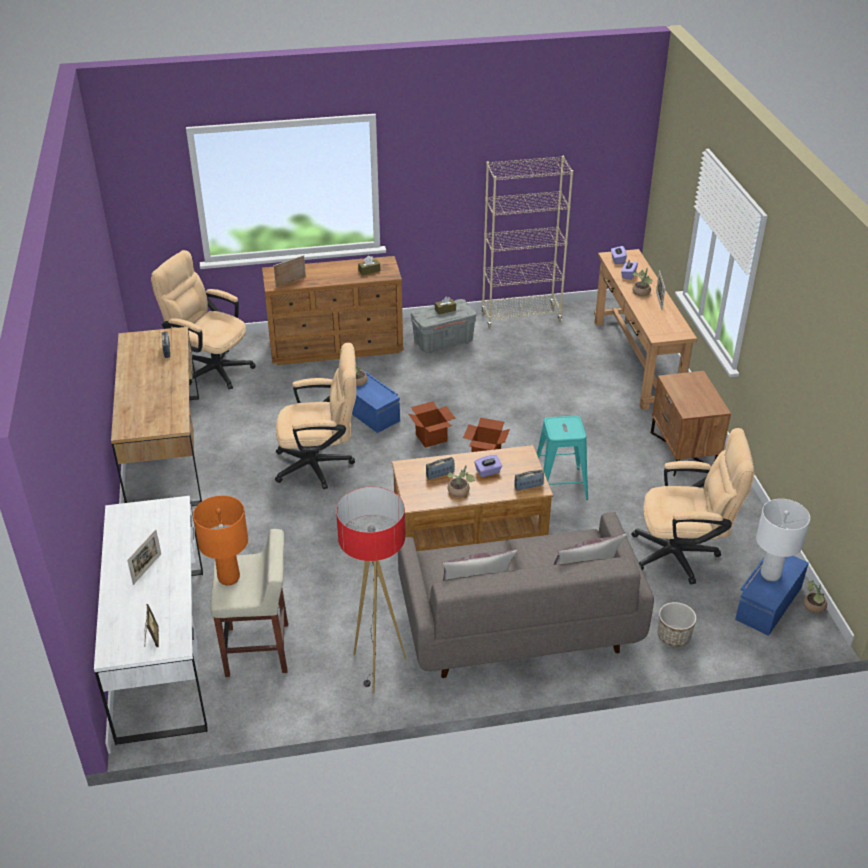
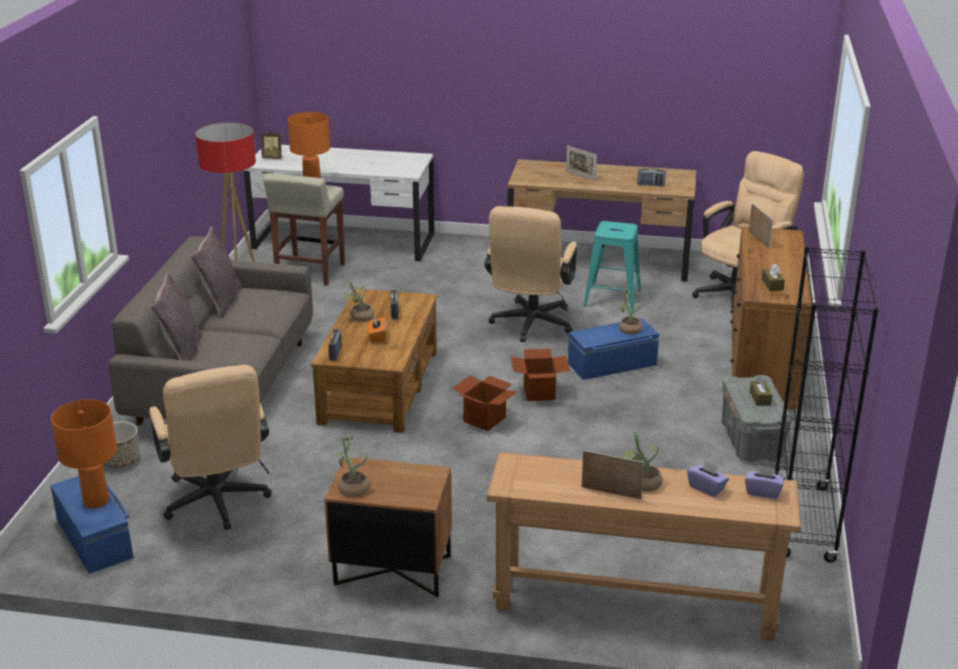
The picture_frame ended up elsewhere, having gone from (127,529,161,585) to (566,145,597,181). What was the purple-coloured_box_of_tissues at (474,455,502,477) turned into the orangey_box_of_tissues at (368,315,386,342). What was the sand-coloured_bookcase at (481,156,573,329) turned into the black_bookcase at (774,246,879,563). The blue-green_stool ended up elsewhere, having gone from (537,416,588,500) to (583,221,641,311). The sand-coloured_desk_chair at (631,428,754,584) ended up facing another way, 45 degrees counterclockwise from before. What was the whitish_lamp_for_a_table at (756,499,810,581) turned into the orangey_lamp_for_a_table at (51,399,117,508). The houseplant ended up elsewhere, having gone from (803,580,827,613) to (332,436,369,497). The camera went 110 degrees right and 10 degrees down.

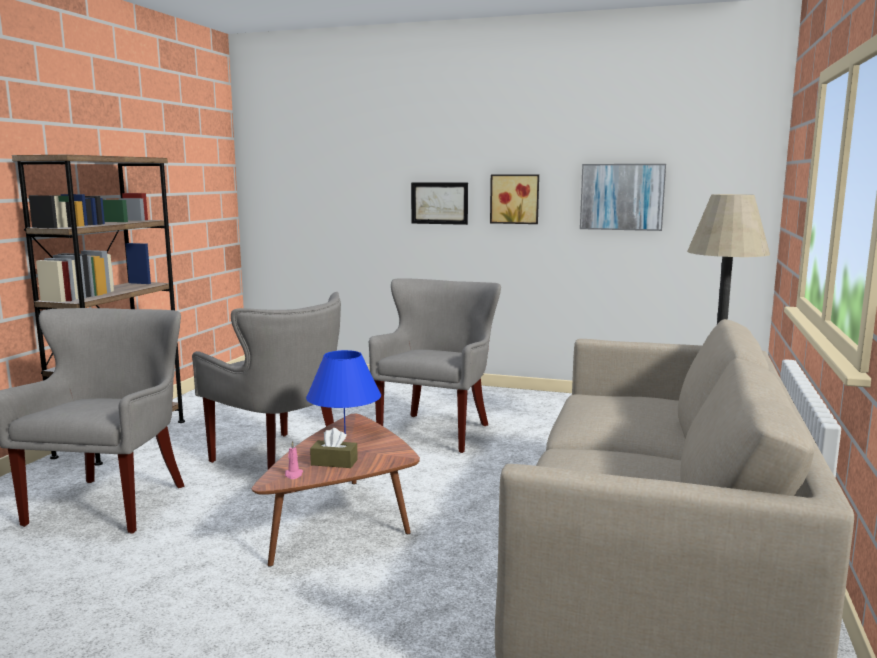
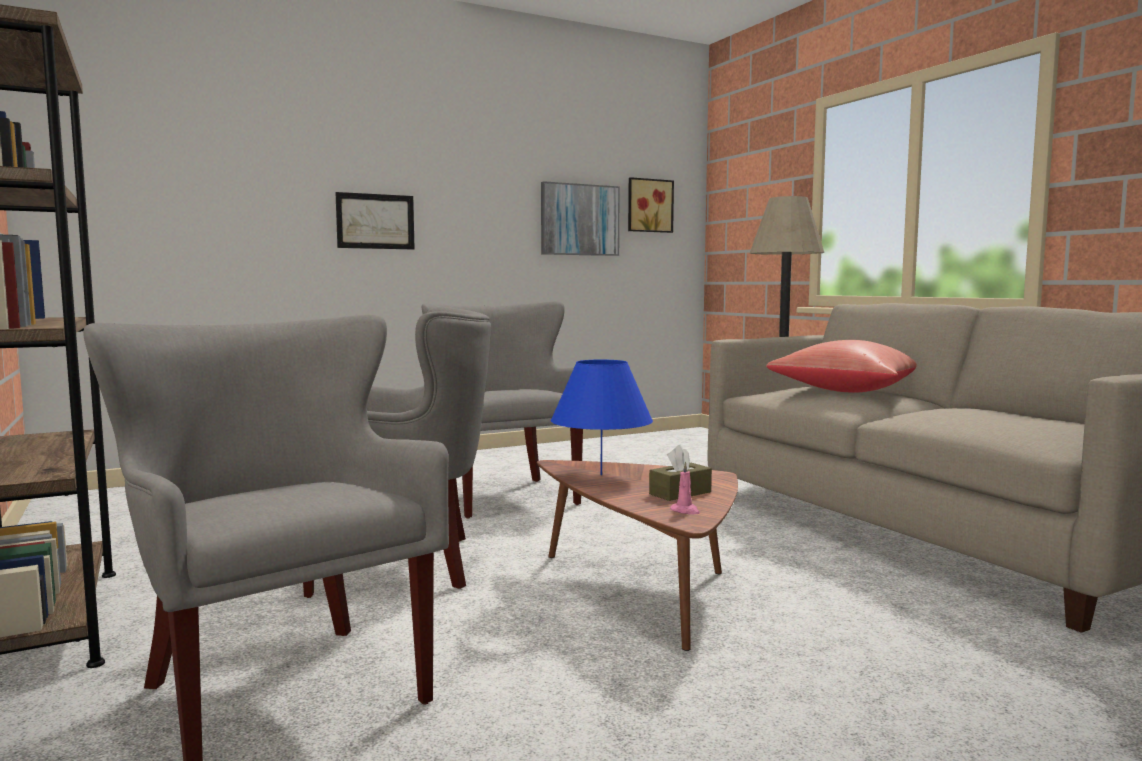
The wall_art ended up elsewhere, having gone from (490,175,539,224) to (628,177,674,233). The second view gained the reddish_pillow at (766,340,917,393). The camera went 45 degrees left and 5 degrees down.

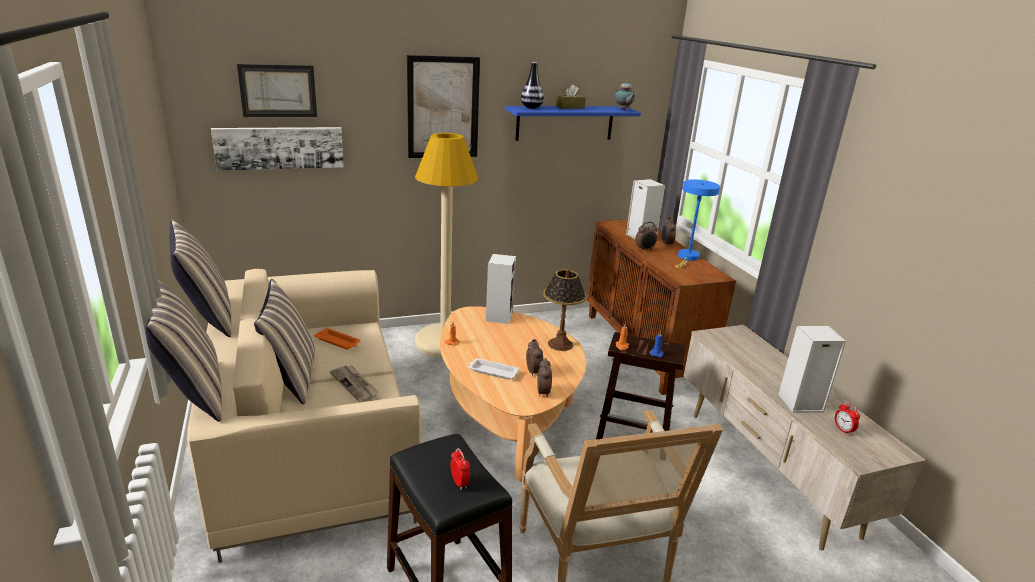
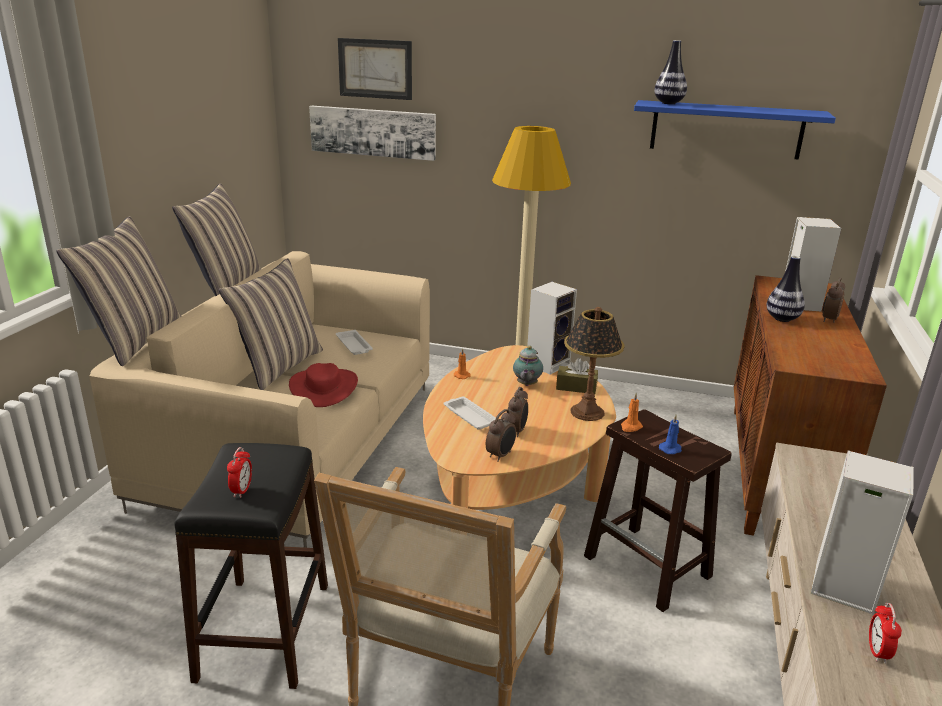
What was the orangey_carrying_tray at (314,328,361,350) turned into the whitish_carrying_tray at (336,330,373,355). Where the newspaper stood at (330,365,379,403), the reddish_clothing_hat came to stand at (289,363,358,407). The second view lost the wall_art at (407,55,480,158). The brown_box_of_tissues ended up elsewhere, having gone from (556,84,586,109) to (556,358,598,394). The teapot ended up elsewhere, having gone from (615,80,636,110) to (513,346,543,386). Where the table_clock stood at (635,222,658,251), the vase came to stand at (767,256,805,322). The second view lost the blue_lamp_for_a_table at (675,179,720,268). The camera went 35 degrees right and 0 degrees up.

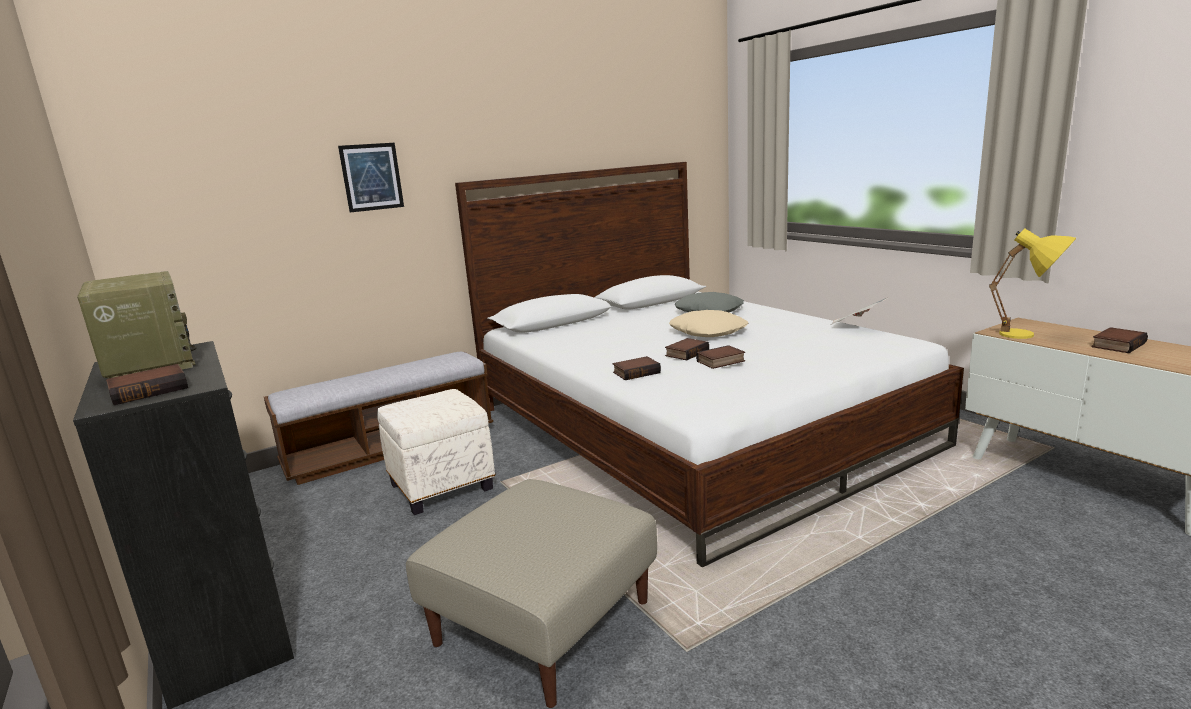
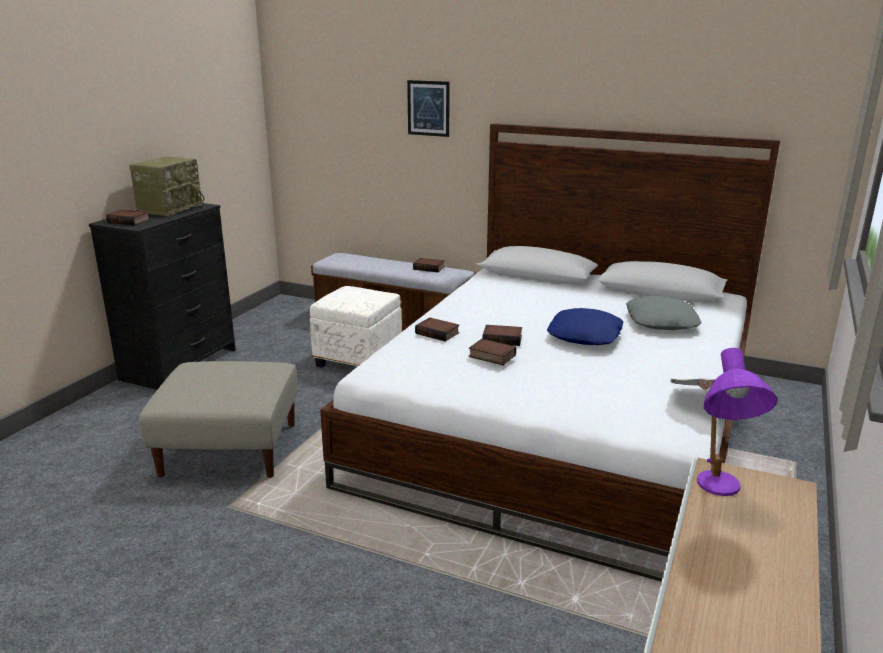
What was the sand-coloured_pillow at (669,310,749,337) turned into the blue_pillow at (547,308,624,345). What was the yellow-coloured_lamp_for_a_table at (989,228,1076,339) turned into the purple-coloured_lamp_for_a_table at (697,348,778,496). The bound_book ended up elsewhere, having gone from (1091,327,1148,353) to (413,258,445,272). The camera went 55 degrees right and 5 degrees up.

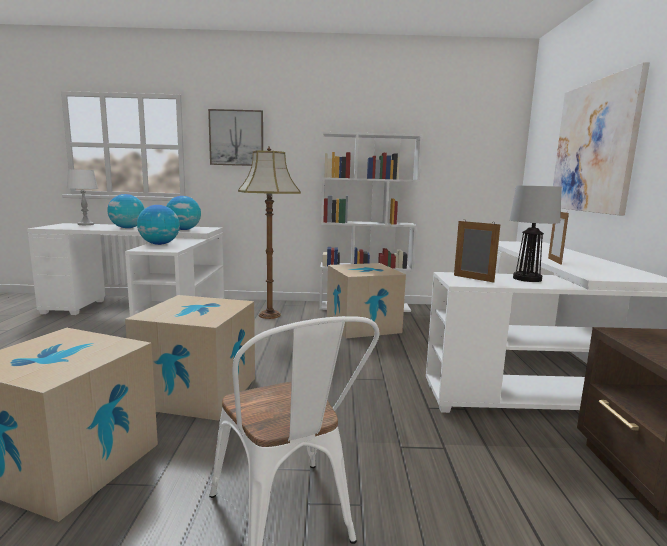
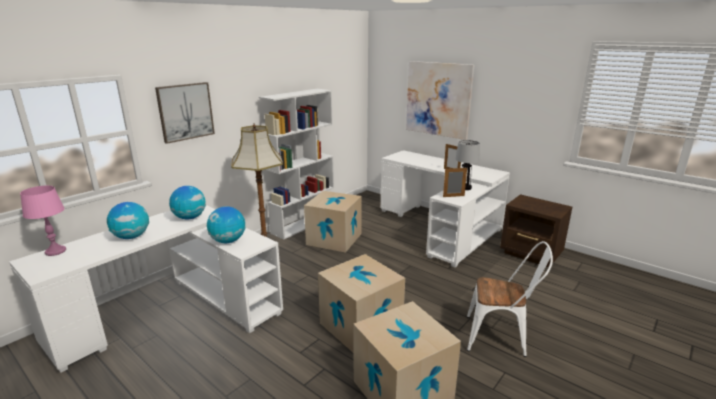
What was the whitish_lamp_for_a_table at (67,169,98,225) turned into the pinkish_lamp_for_a_table at (20,185,66,256). The camera went 50 degrees left and 10 degrees up.

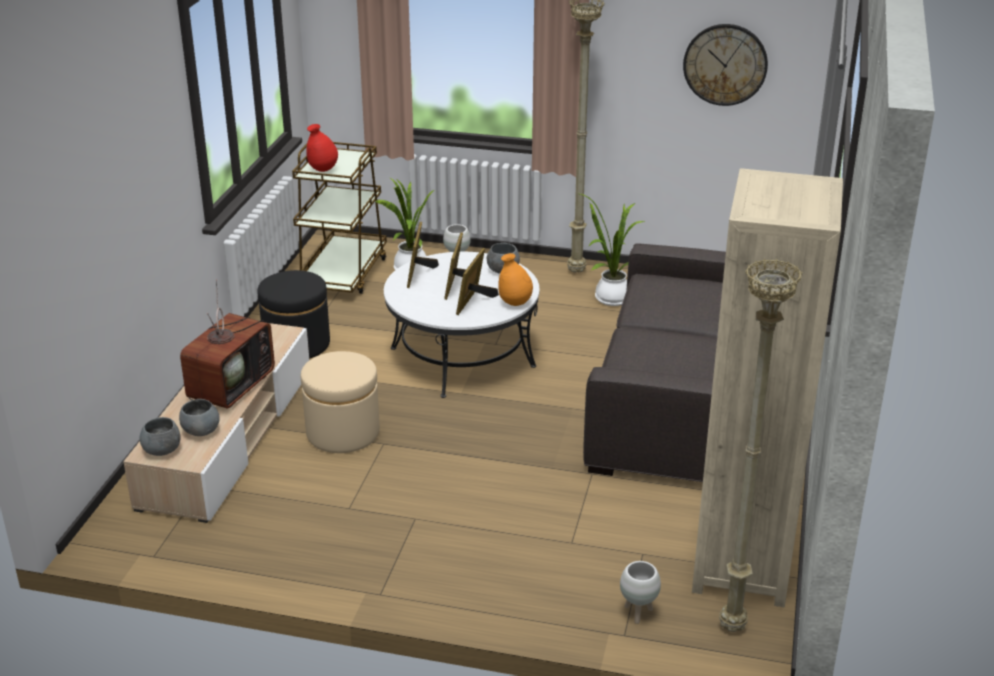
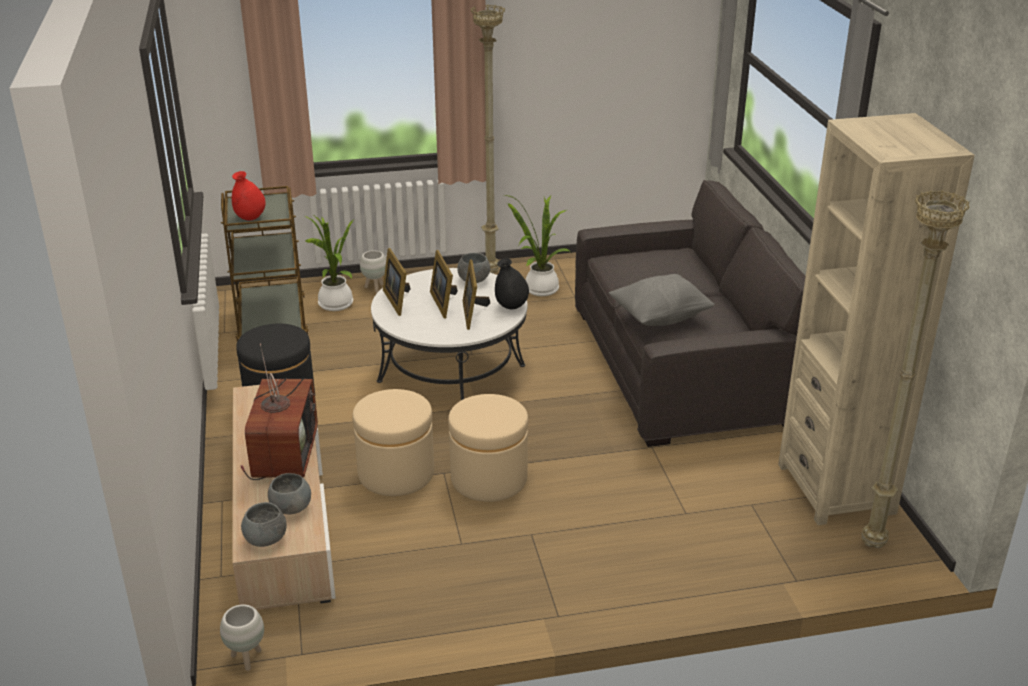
What was the orangey_vase at (498,253,533,306) turned into the black_vase at (495,258,529,310). The whitish_flower_pot ended up elsewhere, having gone from (620,561,661,624) to (220,604,264,671). The second view lost the wall_clock at (683,24,768,106). The second view gained the sand-coloured_pouffe at (448,394,528,502). The second view gained the gray_pillow at (609,274,715,326). The camera went 25 degrees left and 0 degrees up.

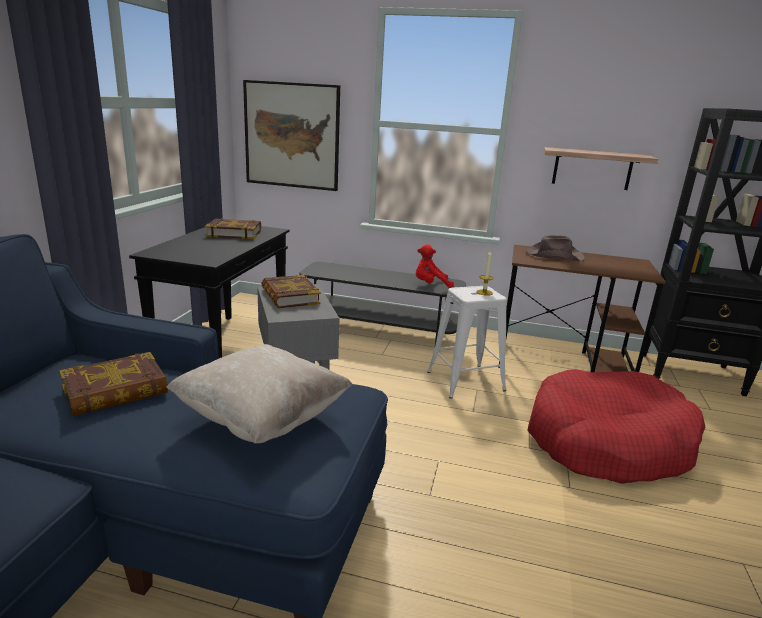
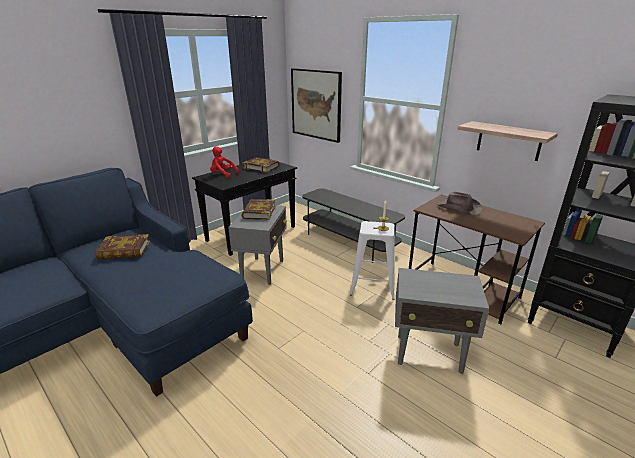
The second view lost the sand-coloured_pillow at (166,344,353,443). The reddish_soft_toy ended up elsewhere, having gone from (416,244,454,288) to (210,147,239,178). Where the reddish_dog_cushion stood at (527,369,705,484), the gray_end_table came to stand at (395,268,489,374). The camera went 30 degrees right and 5 degrees up.

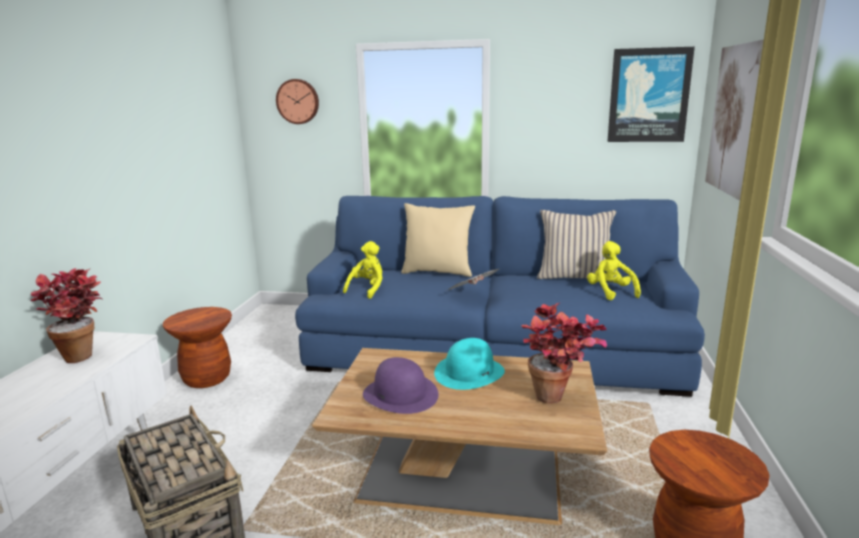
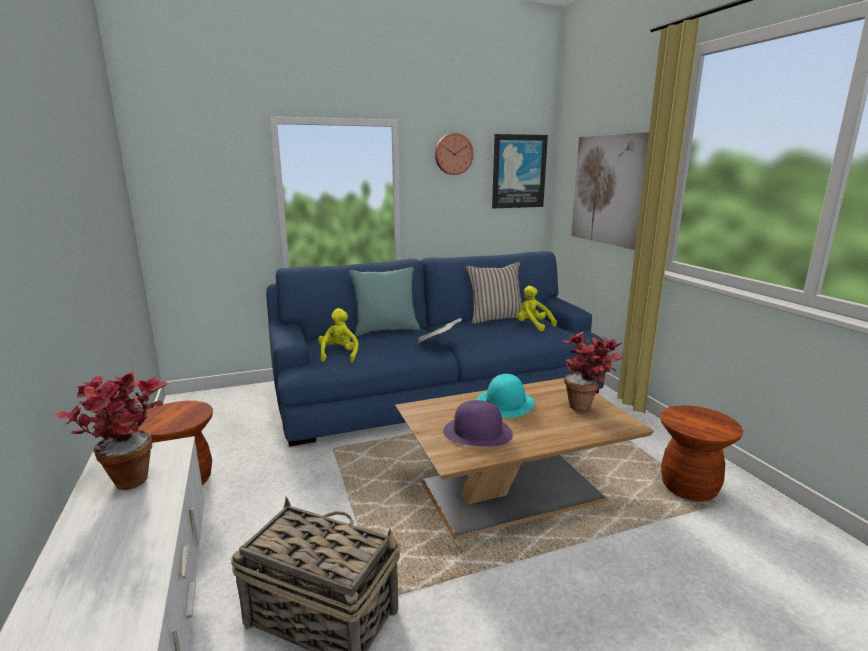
The wall_clock ended up elsewhere, having gone from (276,79,319,124) to (435,133,473,175). What was the sand-coloured_pillow at (401,203,475,277) turned into the blue-green_pillow at (349,267,420,336). The camera went 30 degrees left and 0 degrees up.

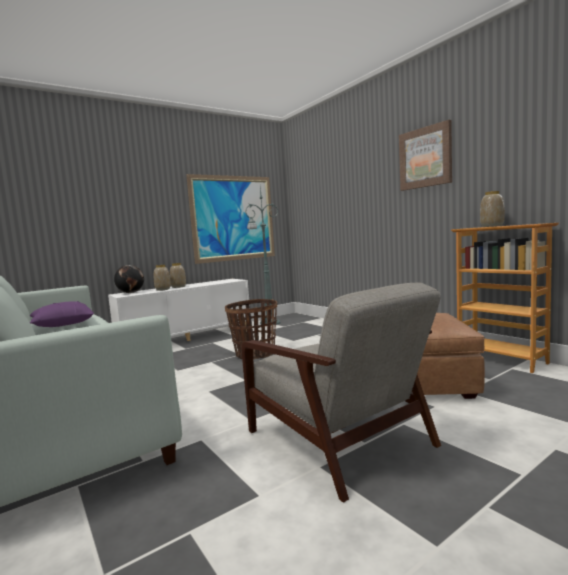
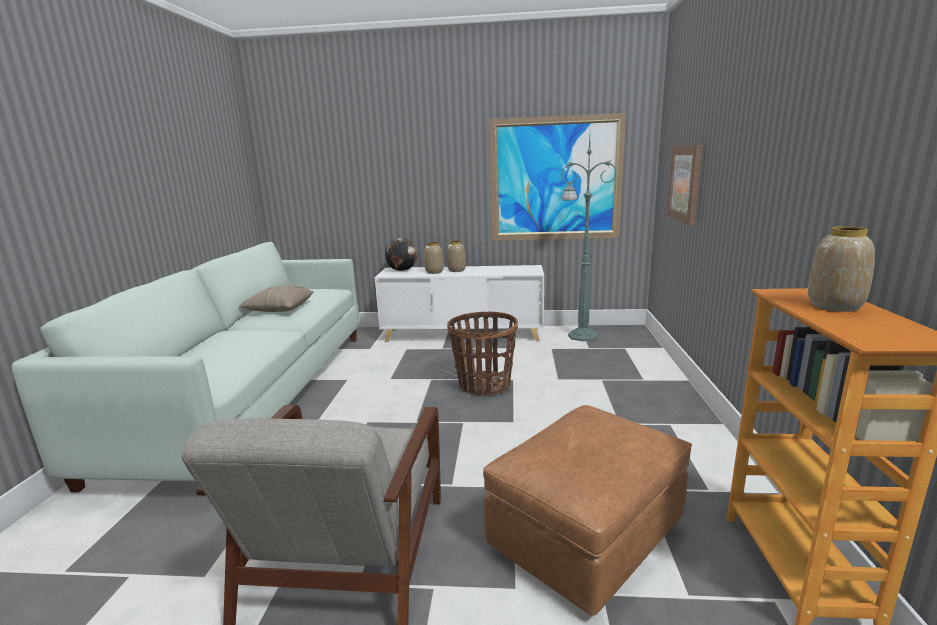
What was the purple-coloured_pillow at (30,301,94,327) turned into the sand-coloured_pillow at (239,286,314,312). The wall_art ended up elsewhere, having gone from (399,120,452,191) to (667,145,703,225). The camera went 40 degrees right and 10 degrees up.

